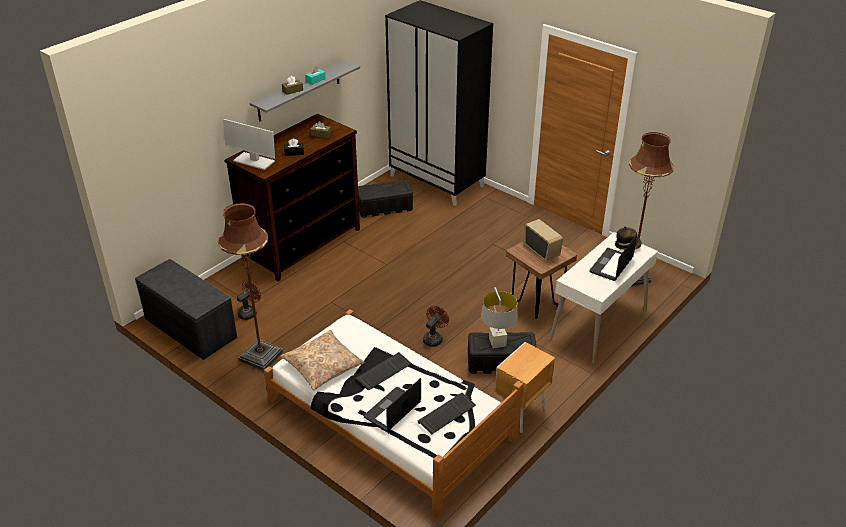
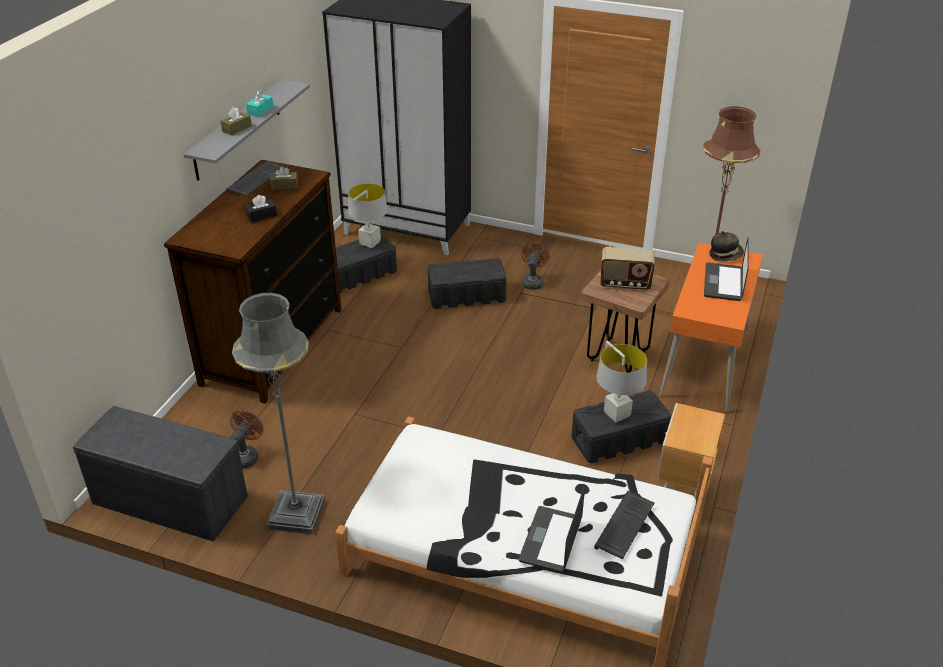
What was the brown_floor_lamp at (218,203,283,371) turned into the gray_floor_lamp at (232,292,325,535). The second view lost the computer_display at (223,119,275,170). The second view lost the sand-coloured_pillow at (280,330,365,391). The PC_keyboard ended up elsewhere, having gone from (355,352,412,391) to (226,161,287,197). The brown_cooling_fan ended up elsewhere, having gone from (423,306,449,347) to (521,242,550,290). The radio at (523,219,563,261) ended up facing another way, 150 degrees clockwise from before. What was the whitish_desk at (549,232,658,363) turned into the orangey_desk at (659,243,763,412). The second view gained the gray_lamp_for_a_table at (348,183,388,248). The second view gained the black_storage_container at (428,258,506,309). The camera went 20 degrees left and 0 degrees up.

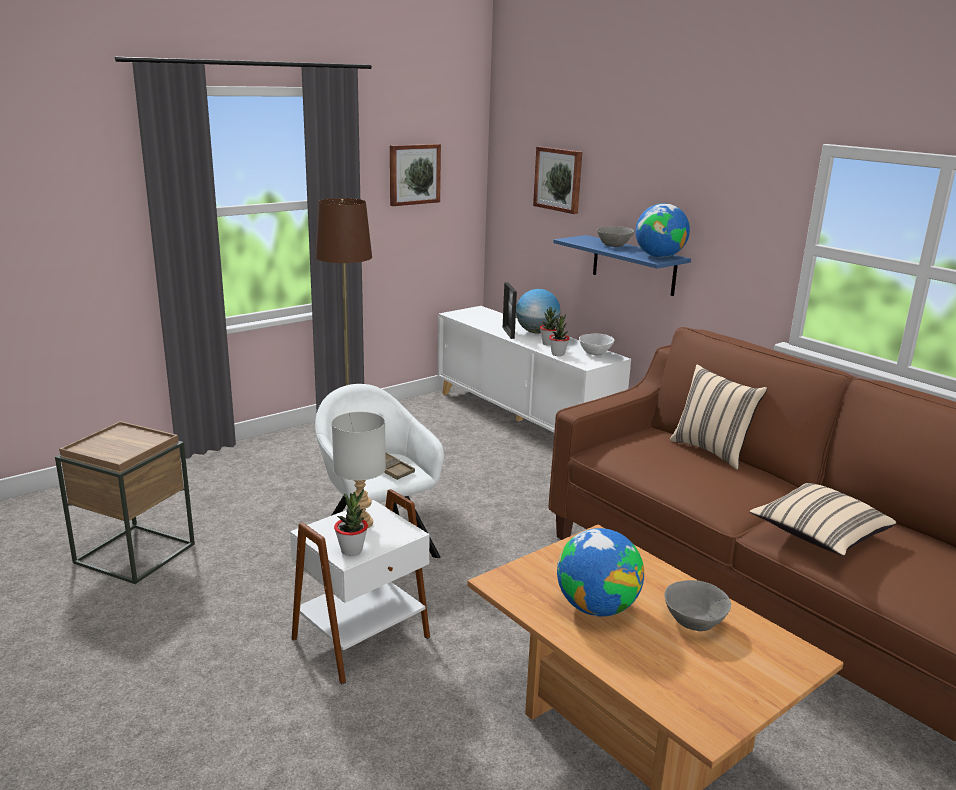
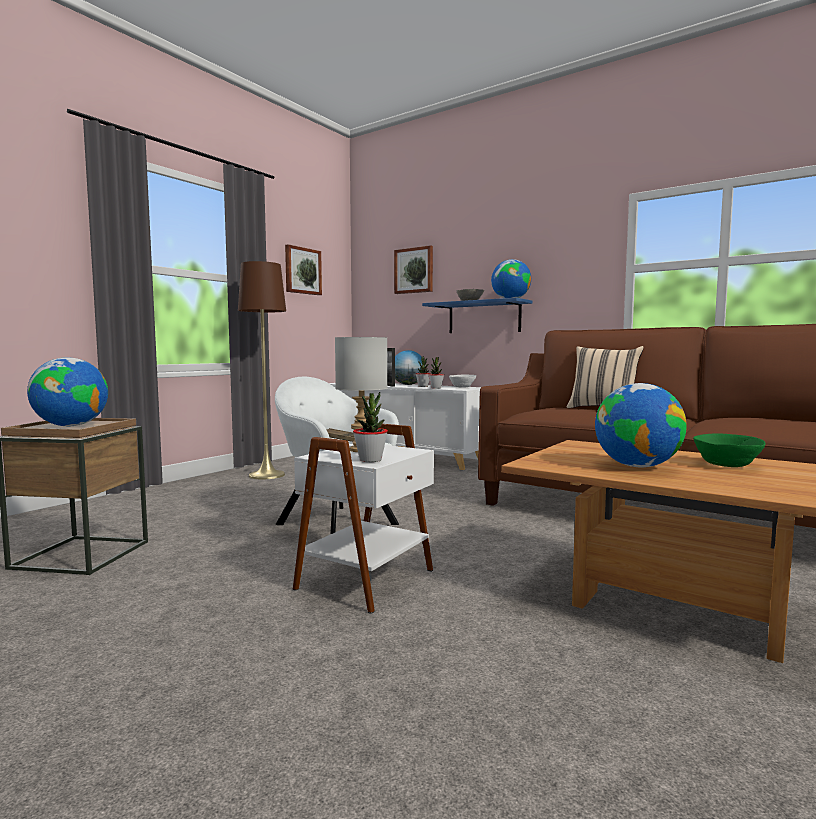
What was the gray_serving_bowl at (664,580,731,631) turned into the green_serving_bowl at (693,434,765,467). The second view lost the sand-coloured_pillow at (750,483,896,556). The second view gained the desk_globe at (27,357,108,426). The camera went 15 degrees left and 15 degrees down.

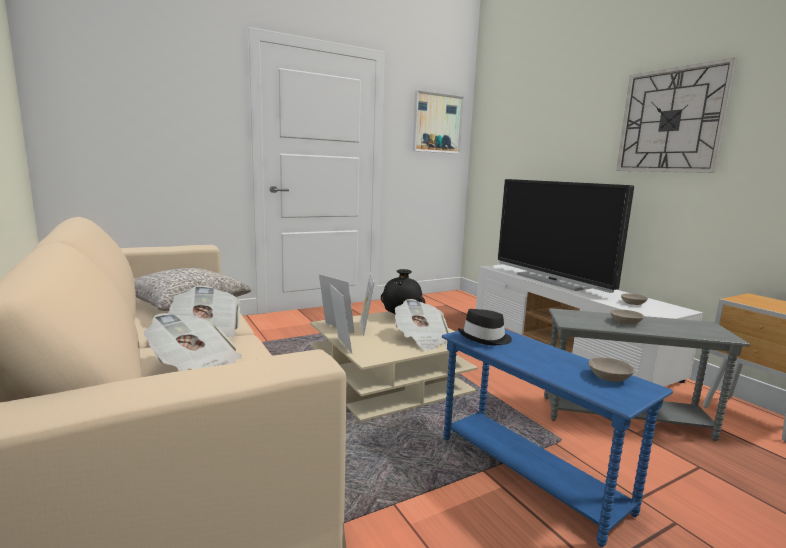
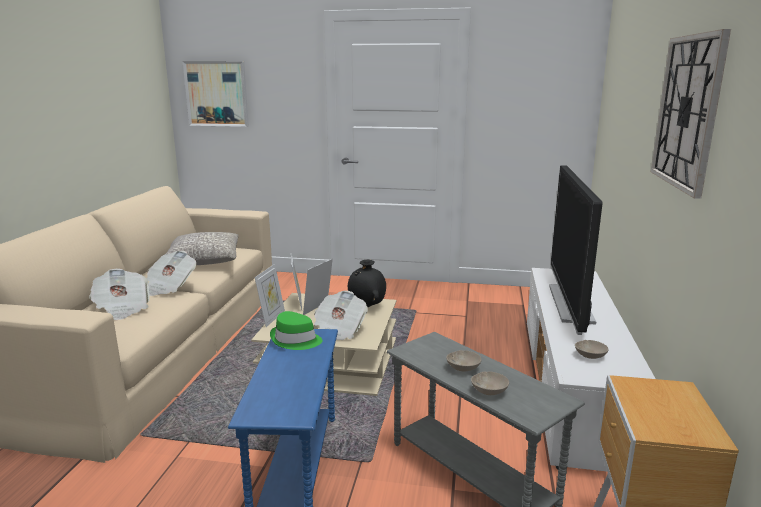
The wall_art ended up elsewhere, having gone from (413,90,464,154) to (183,61,249,127). What was the black_clothing_hat at (458,309,512,345) turned into the green_clothing_hat at (270,311,323,350). The sand-coloured_serving_bowl ended up elsewhere, having gone from (589,357,635,382) to (471,371,509,395). The camera went 40 degrees right and 5 degrees up.

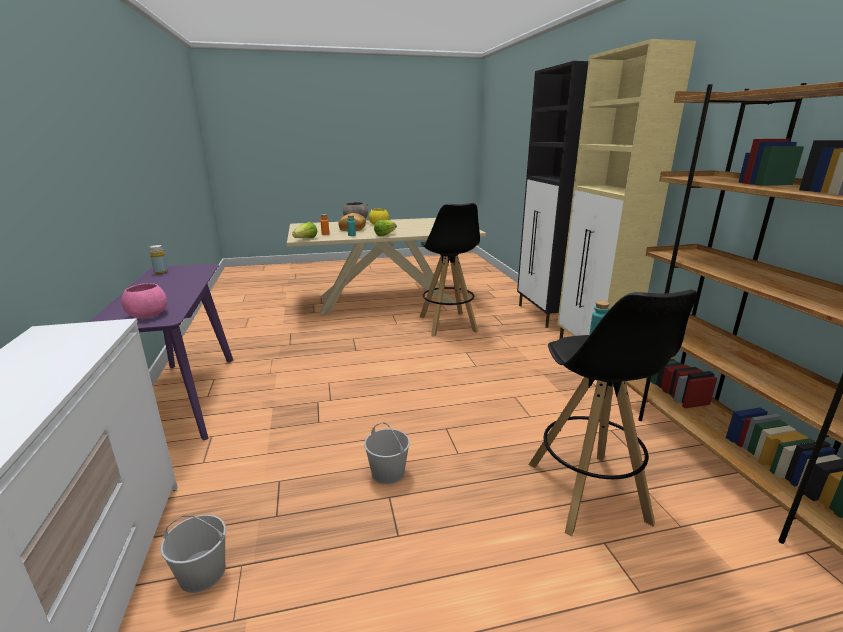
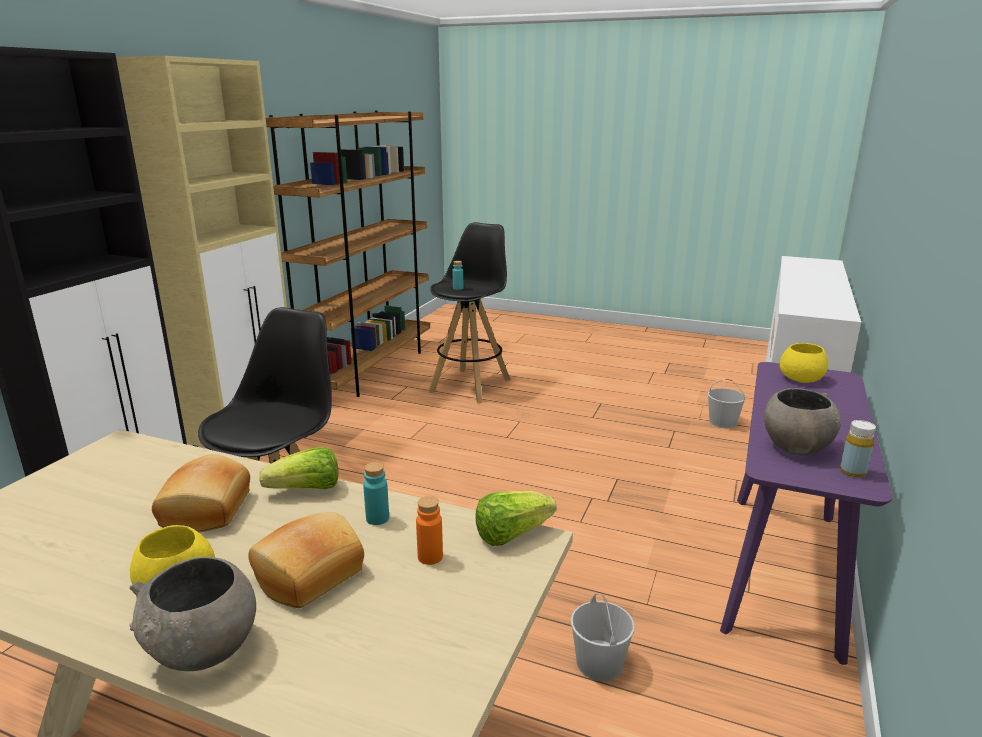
What was the pinkish_serving_bowl at (122,283,168,318) turned into the yellow-coloured_serving_bowl at (780,343,828,383). The whitish_water_bucket ended up elsewhere, having gone from (364,422,410,484) to (571,593,635,681). The second view gained the bakery_bread at (152,454,250,532). The second view gained the gray_serving_bowl at (764,388,841,456). The camera went 145 degrees left and 0 degrees up.

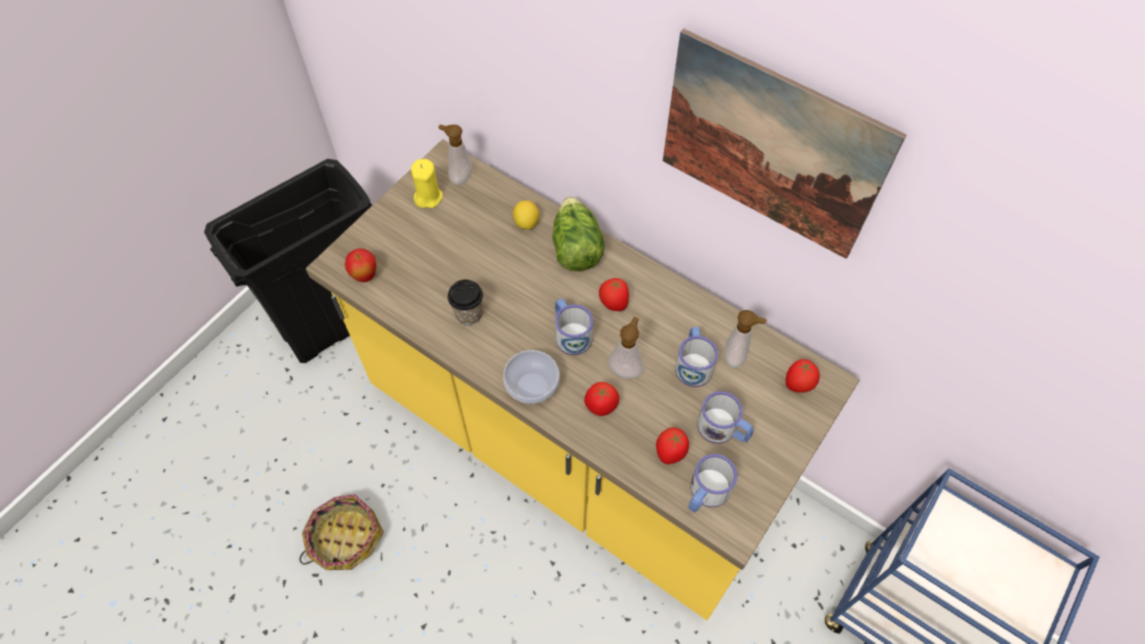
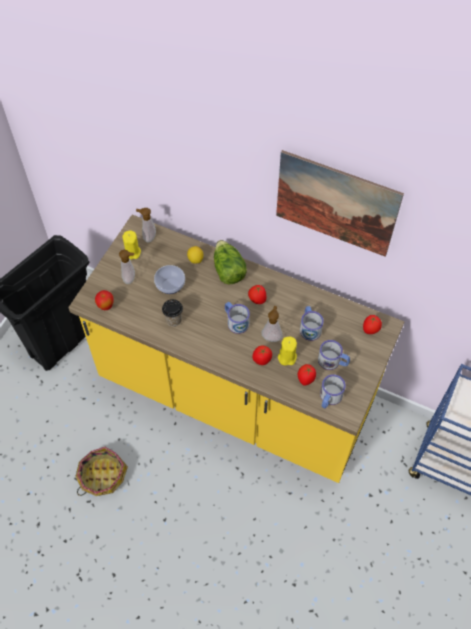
The serving_bowl ended up elsewhere, having gone from (503,350,560,404) to (154,265,185,294). The soap_dispenser ended up elsewhere, having gone from (724,310,767,368) to (119,250,135,284). The second view gained the yellow-coloured_wax_candle at (278,337,297,366). The camera went 10 degrees left and 0 degrees up.

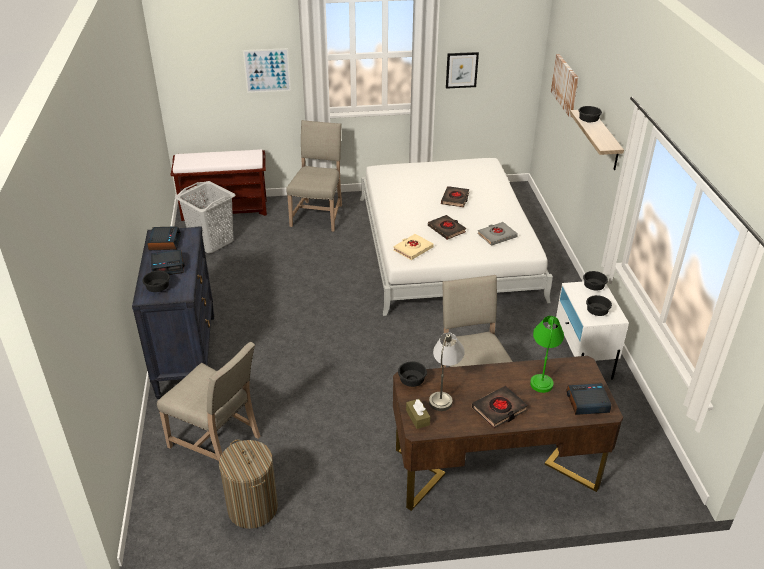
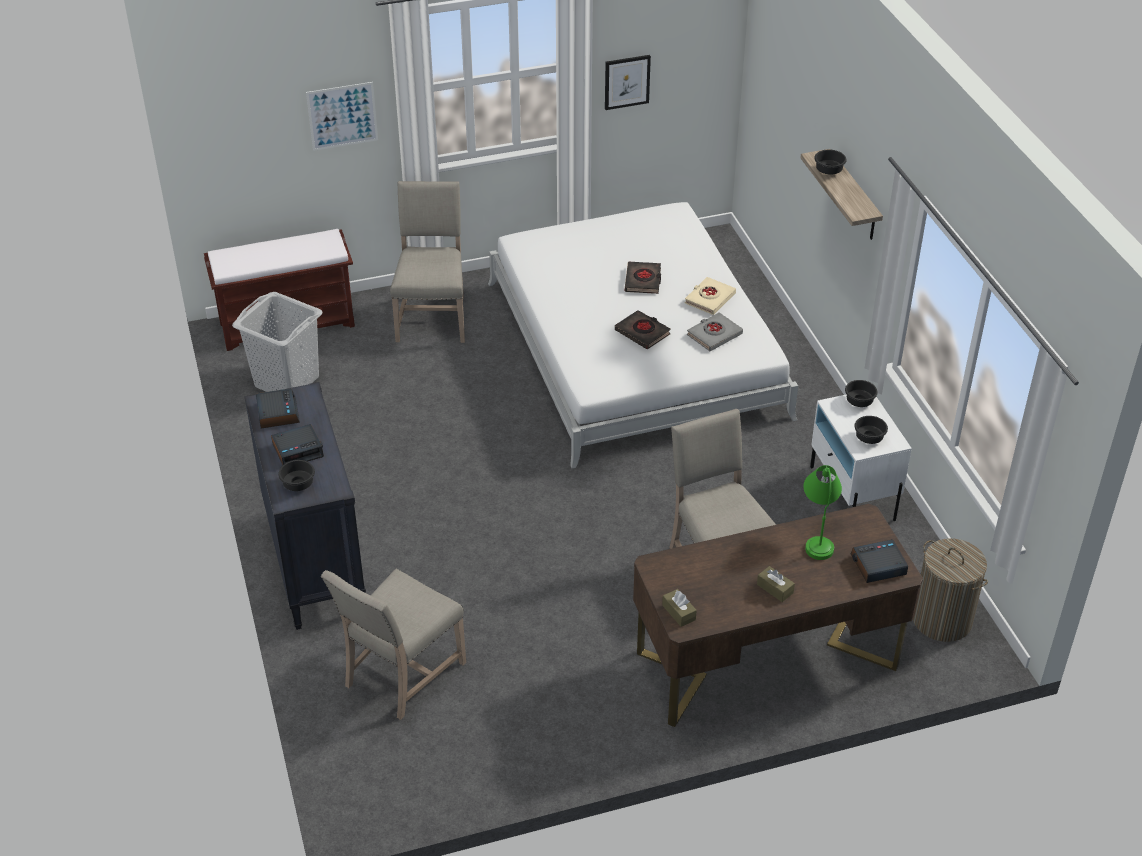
The sand-coloured_upright_chair at (157,342,261,461) ended up facing another way, 105 degrees clockwise from before. The laundry_basket ended up elsewhere, having gone from (219,440,278,529) to (913,538,988,642). The sand-coloured_bound_book ended up elsewhere, having gone from (393,234,433,260) to (685,277,736,315). The second view lost the black_serving_bowl at (398,361,427,387). The second view lost the gray_lamp_for_a_table at (429,333,465,411). Where the black_bound_book stood at (472,386,528,428), the brown_box_of_tissues came to stand at (757,566,795,602). The second view lost the wall_art at (551,54,579,117). The camera went 10 degrees left and 5 degrees up.

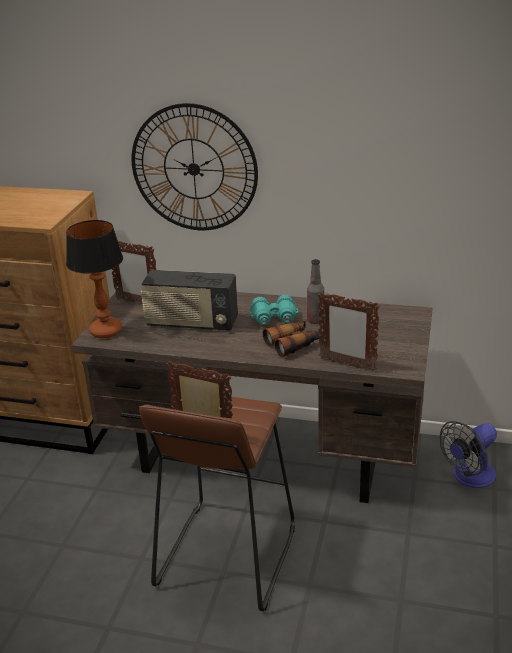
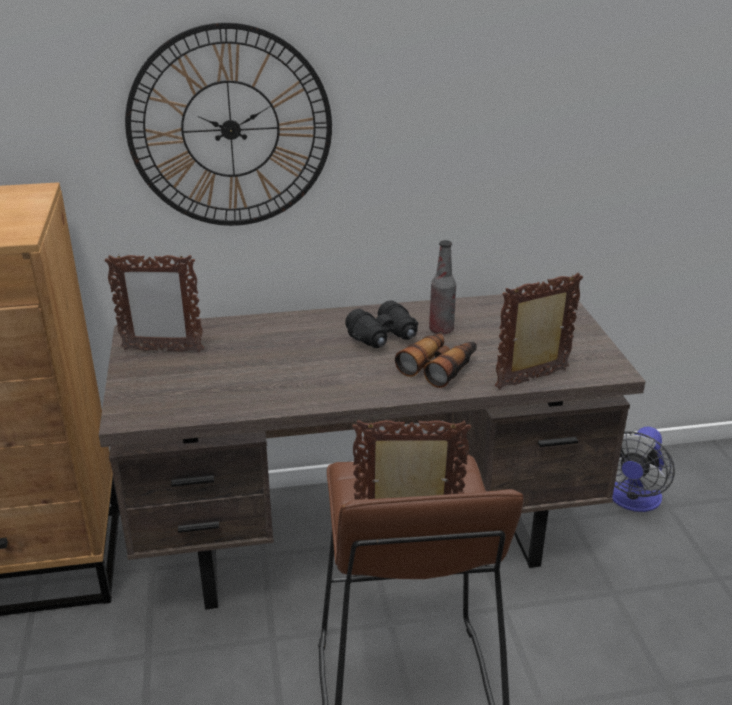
The second view lost the lamp_for_a_table at (66,220,123,338). The second view lost the radio at (141,270,238,331). What was the blue-green_binoculars at (250,295,298,325) turned into the black_binoculars at (345,300,418,348). The picture_frame at (317,292,380,372) ended up facing another way, 150 degrees clockwise from before. The camera went 25 degrees left and 0 degrees up.

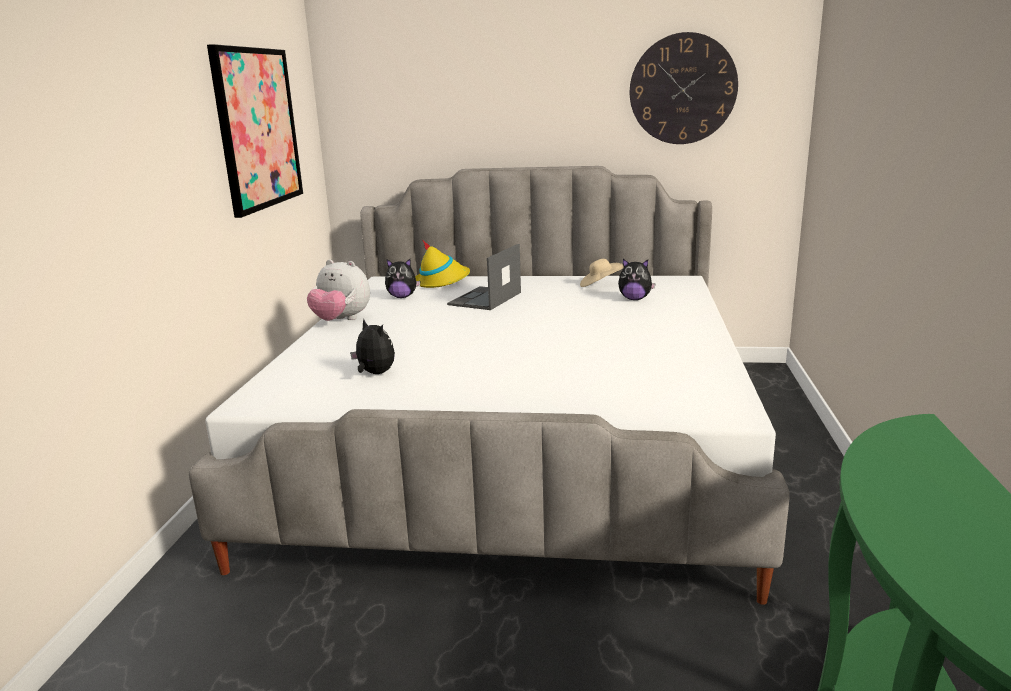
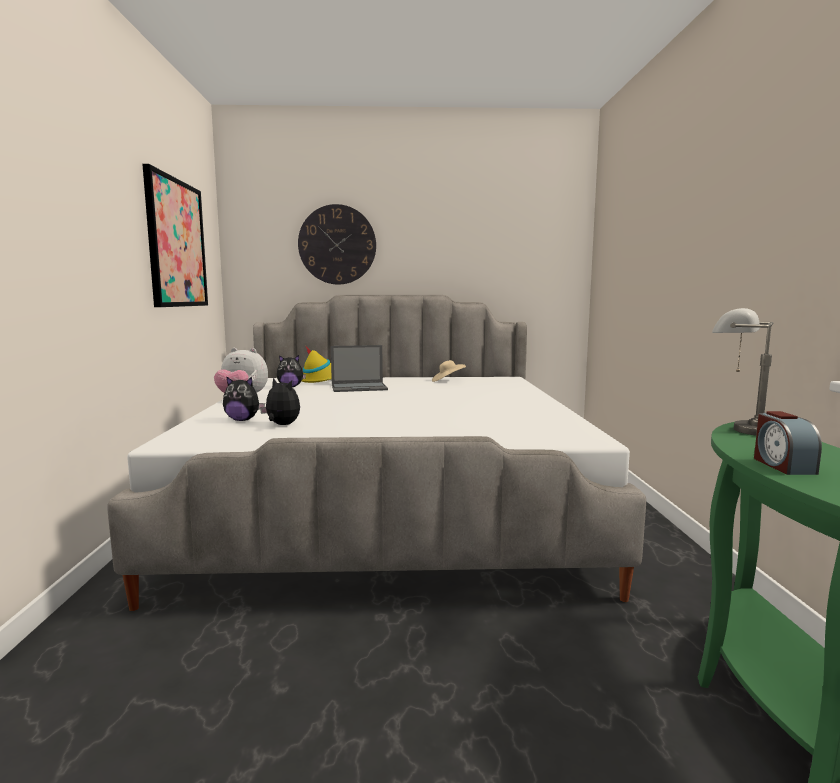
The notebook_computer at (447,244,521,310) ended up facing another way, 120 degrees counterclockwise from before. The soft_toy ended up elsewhere, having gone from (618,259,656,300) to (223,376,265,421). The wall_clock ended up elsewhere, having gone from (630,32,738,144) to (298,204,376,284). The second view gained the gray_lamp_for_a_table at (712,308,773,436). The second view gained the table_clock at (754,411,822,475). The camera went 10 degrees left and 10 degrees down.

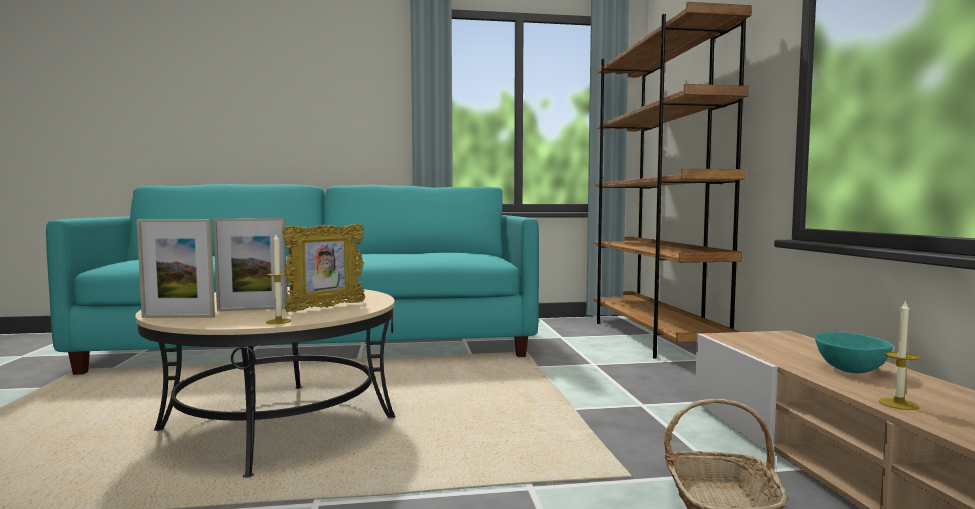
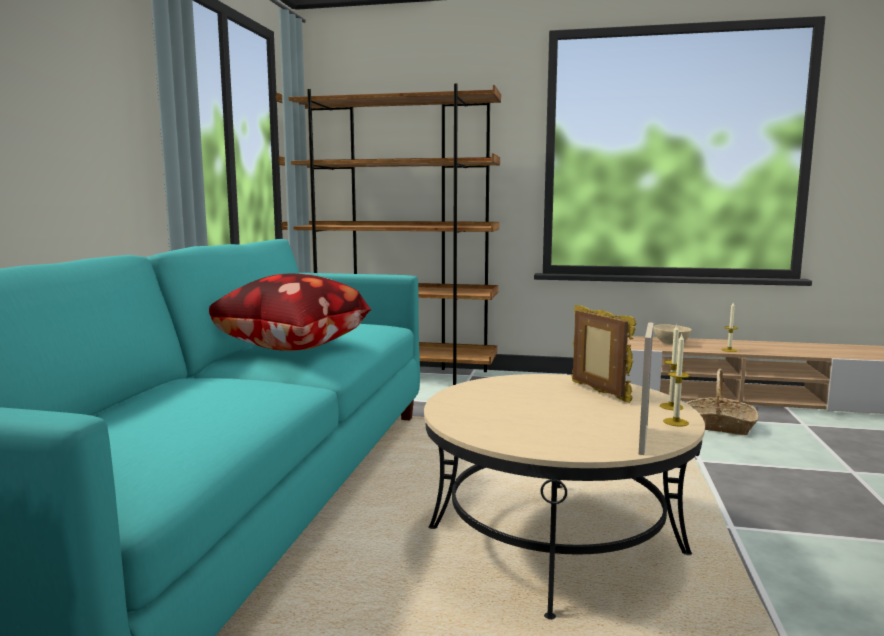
The second view lost the picture_frame at (213,218,287,311). What was the blue-green_serving_bowl at (815,332,893,373) turned into the sand-coloured_serving_bowl at (653,324,692,345). The second view gained the pillow at (209,274,371,351). The second view gained the wax_candle at (663,334,690,426). The camera went 70 degrees left and 5 degrees up.

